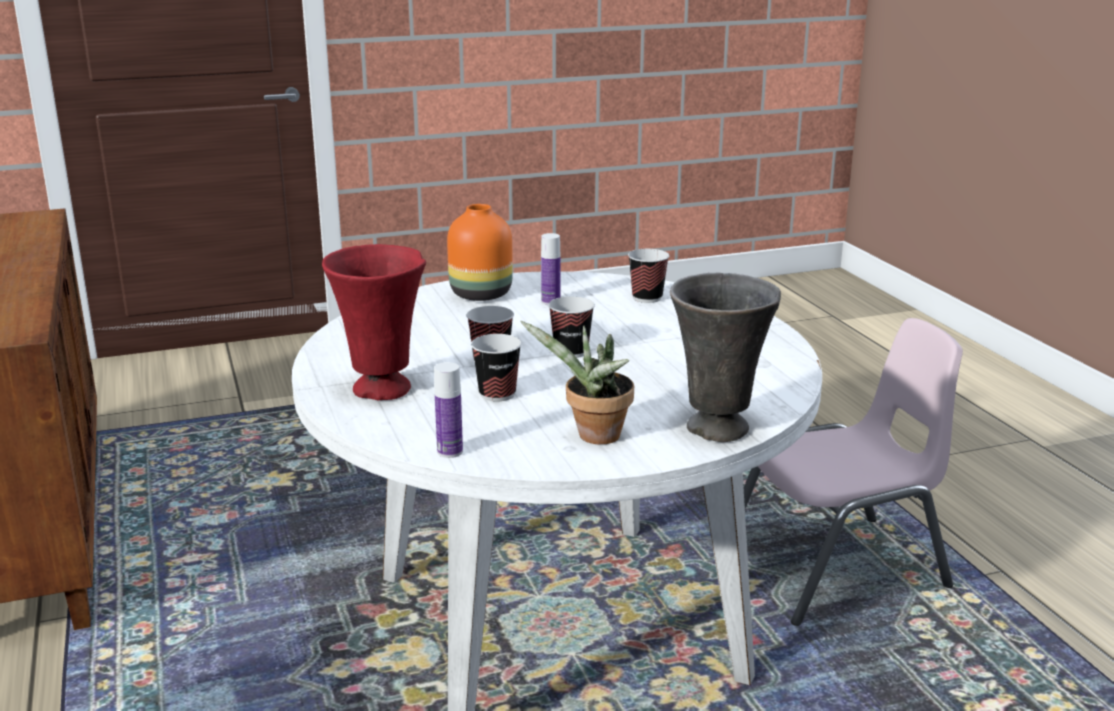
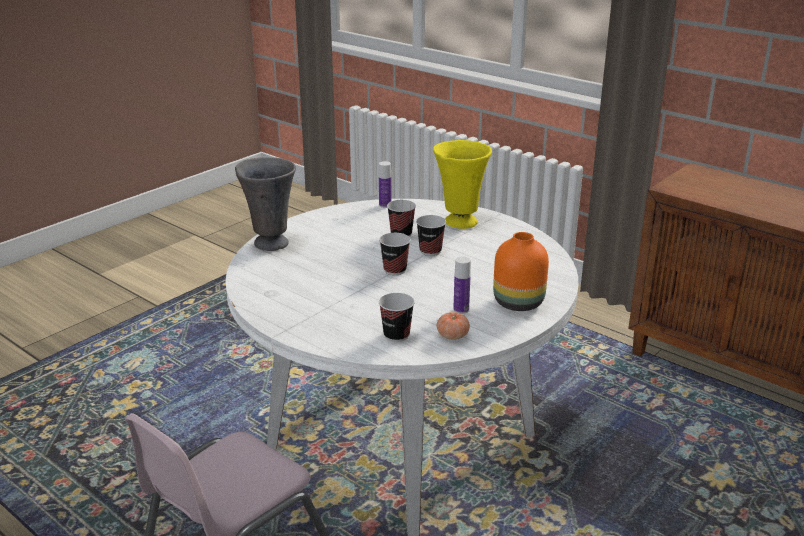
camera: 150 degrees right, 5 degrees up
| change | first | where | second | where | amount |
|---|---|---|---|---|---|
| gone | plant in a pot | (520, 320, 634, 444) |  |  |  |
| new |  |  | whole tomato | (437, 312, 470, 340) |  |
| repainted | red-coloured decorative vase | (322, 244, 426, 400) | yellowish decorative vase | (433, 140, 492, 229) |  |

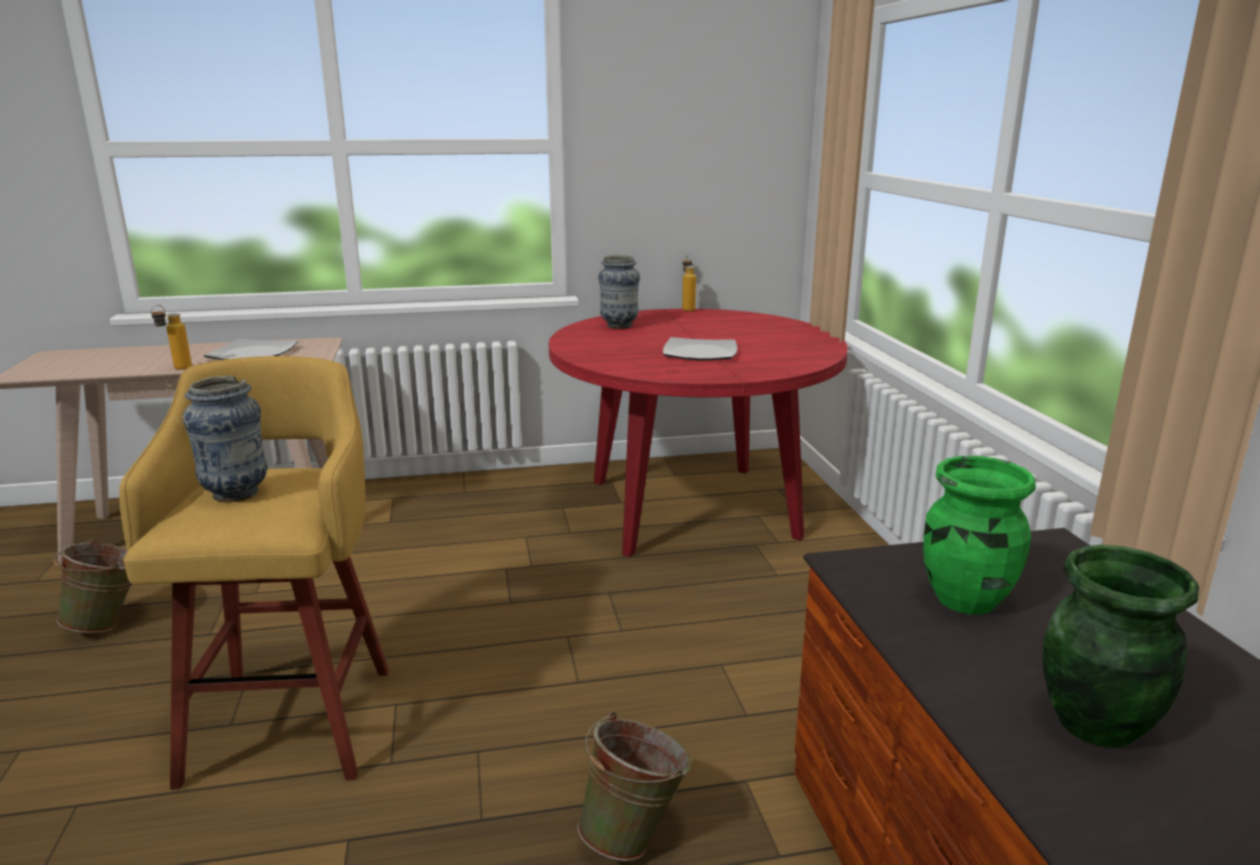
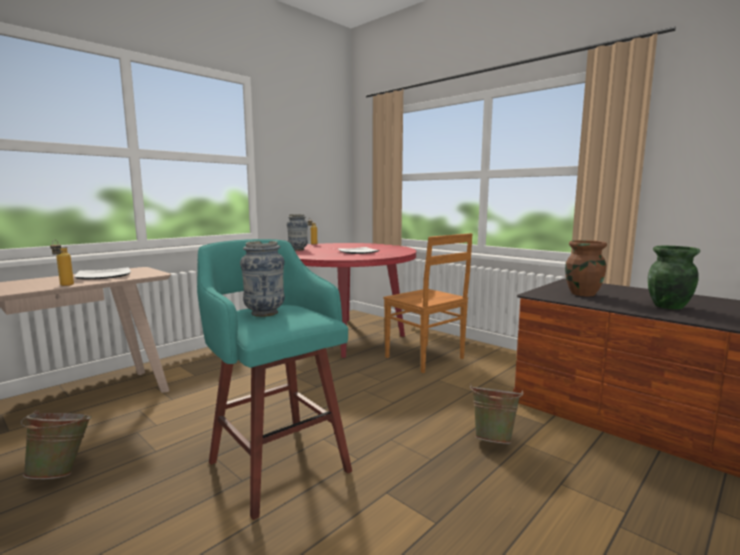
camera: 35 degrees left, 10 degrees down
| change | first | where | second | where | amount |
|---|---|---|---|---|---|
| new |  |  | brownish chair | (383, 233, 473, 373) |  |
| repainted | yellowish sitting stool | (119, 356, 389, 790) | blue-green sitting stool | (197, 239, 352, 520) |  |
| repainted | green-coloured decorative vase | (923, 456, 1036, 615) | brownish decorative vase | (565, 240, 607, 296) |  |

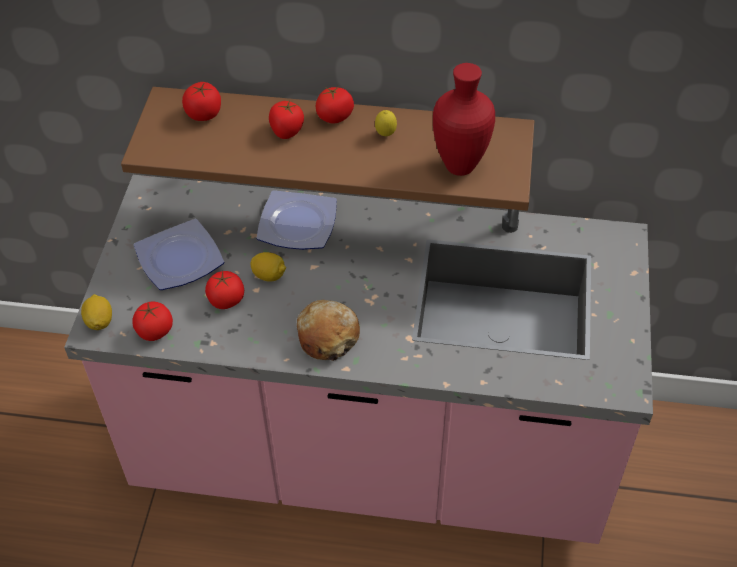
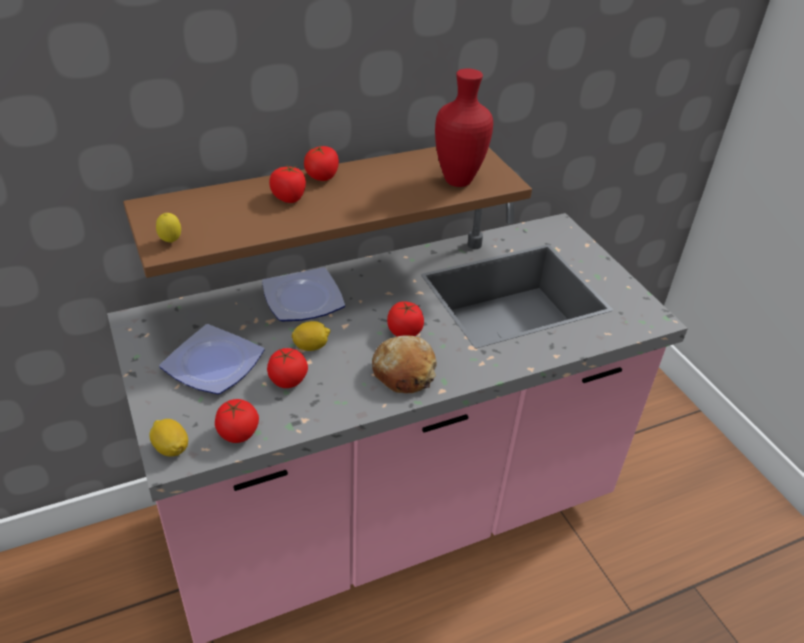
camera: 35 degrees left, 10 degrees down
| change | first | where | second | where | amount |
|---|---|---|---|---|---|
| shifted | whole tomato | (182, 82, 221, 121) |  | (387, 301, 424, 337) |  |
| shifted | whole lemon | (375, 110, 397, 136) |  | (156, 213, 181, 243) |  |

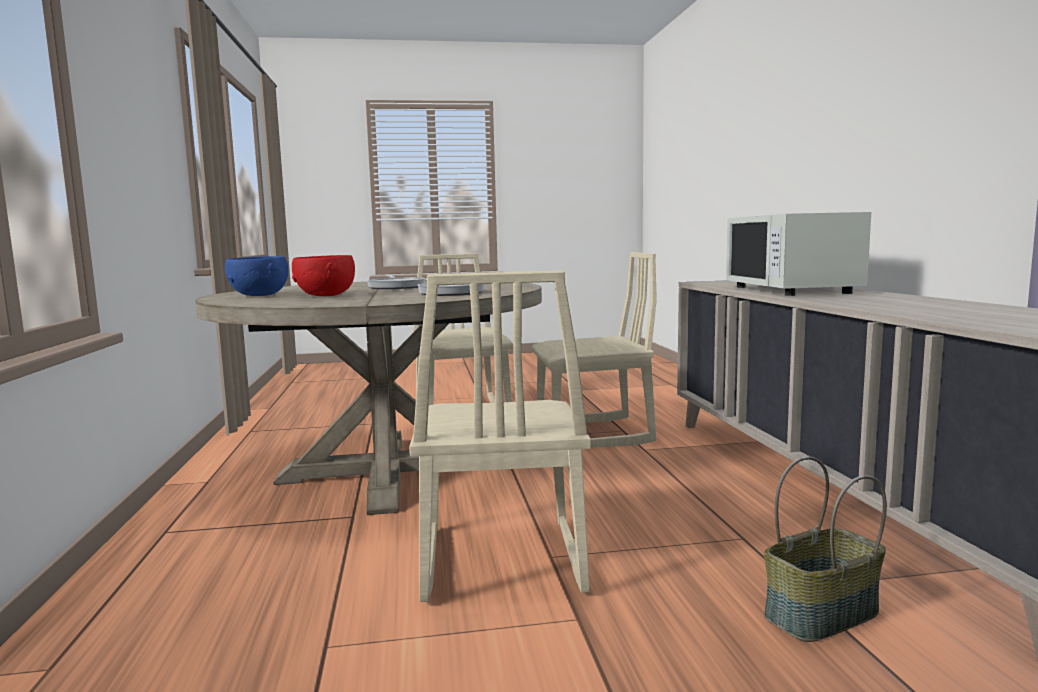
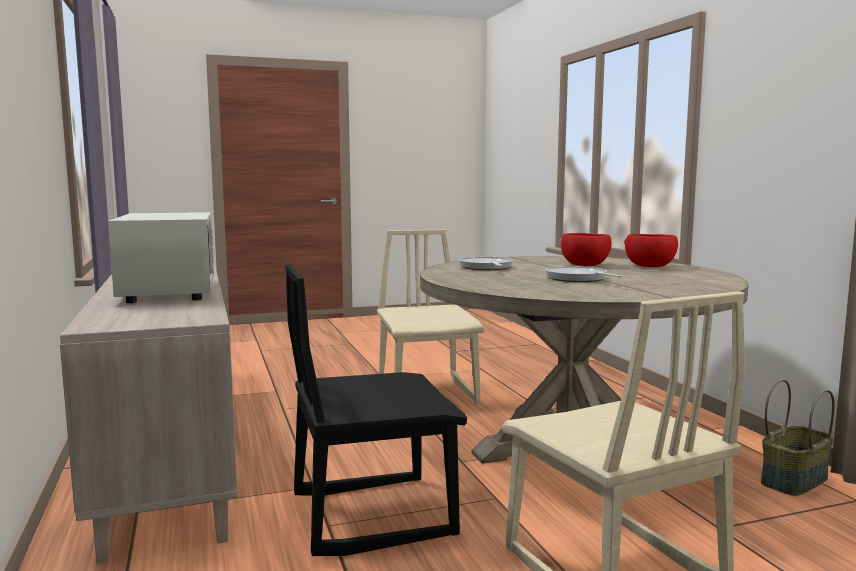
camera: 170 degrees right, 0 degrees up
| change | first | where | second | where | amount |
|---|---|---|---|---|---|
| shifted | basket | (764, 456, 887, 642) |  | (761, 379, 835, 496) |  |
| repainted | blue serving bowl | (225, 256, 288, 296) | red-coloured serving bowl | (624, 234, 678, 267) |  |
| repainted | beige-coloured chair | (531, 252, 657, 448) | black chair | (285, 264, 467, 556) |  |

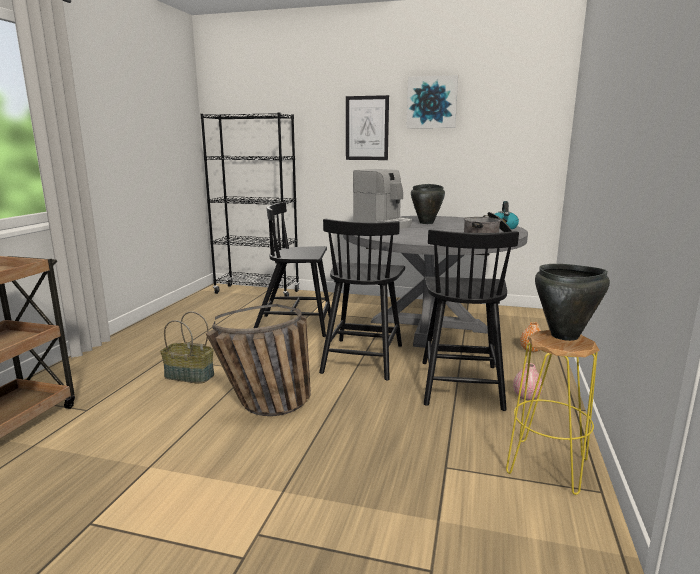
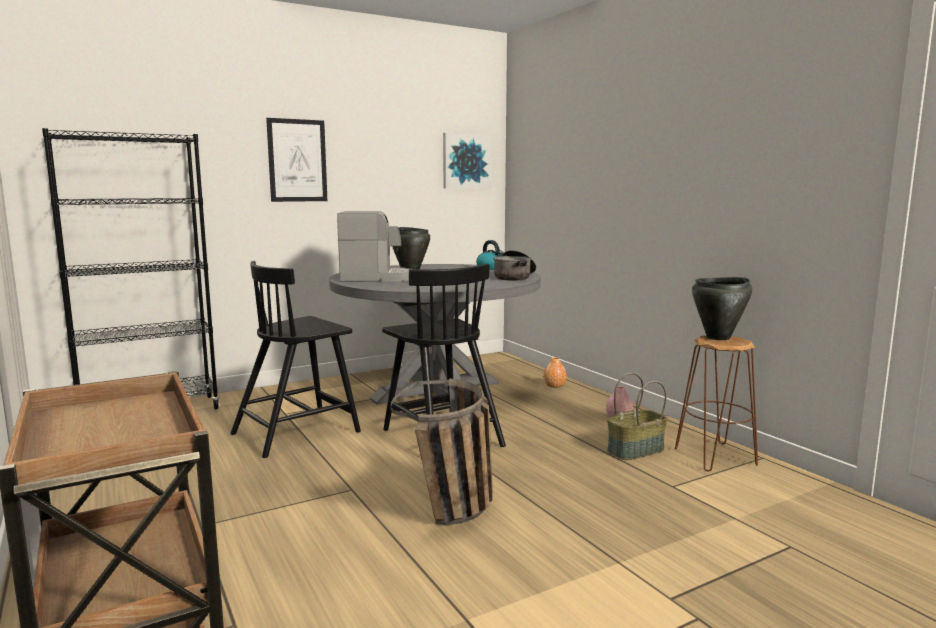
camera: 45 degrees left, 5 degrees down
| change | first | where | second | where | amount |
|---|---|---|---|---|---|
| gone | black chair | (422, 229, 519, 411) |  |  |  |
| shifted | basket | (160, 311, 214, 384) |  | (607, 373, 667, 460) |  |
| shifted | wall art | (406, 75, 458, 128) |  | (443, 133, 492, 189) |  |
| repainted | yellowish sitting stool | (506, 330, 600, 495) | brownish sitting stool | (675, 336, 758, 472) |  |

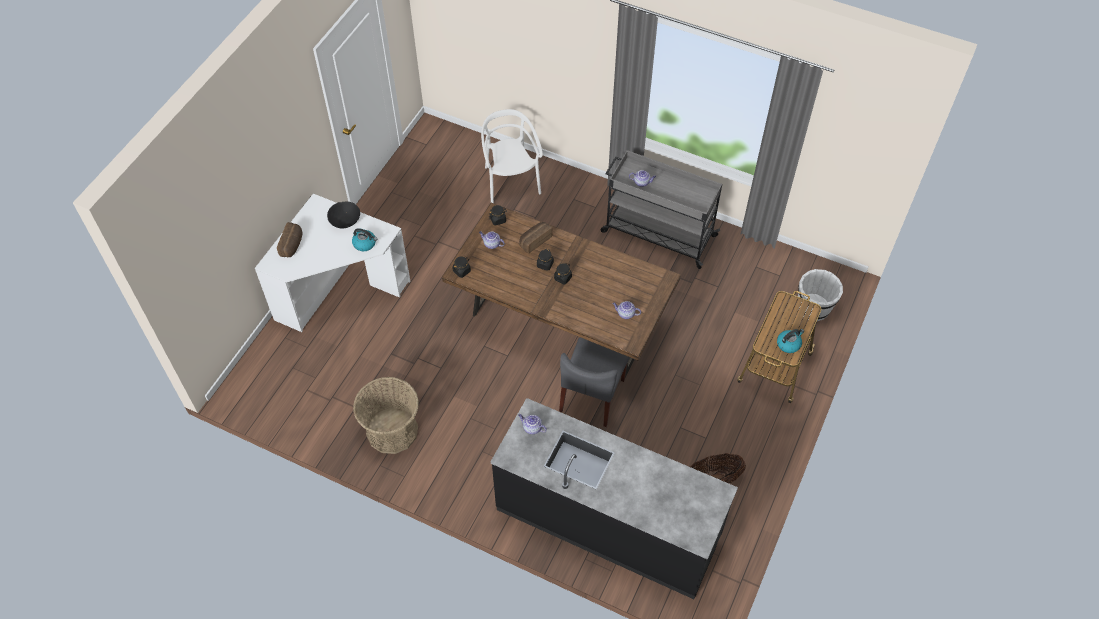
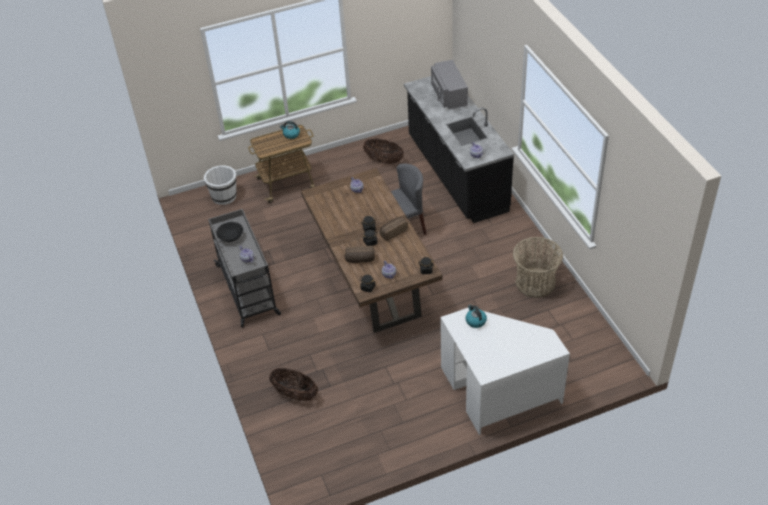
camera: 135 degrees left, 10 degrees down
| change | first | where | second | where | amount |
|---|---|---|---|---|---|
| new |  |  | greyish microwave oven | (431, 60, 468, 110) |  |
| shifted | bakery bread | (277, 222, 303, 257) |  | (380, 217, 408, 241) |  |
| shifted | black serving bowl | (327, 202, 360, 229) |  | (216, 222, 243, 242) |  |
| swapped | whitish chair | (481, 109, 543, 203) | basket | (269, 368, 318, 401) |  |

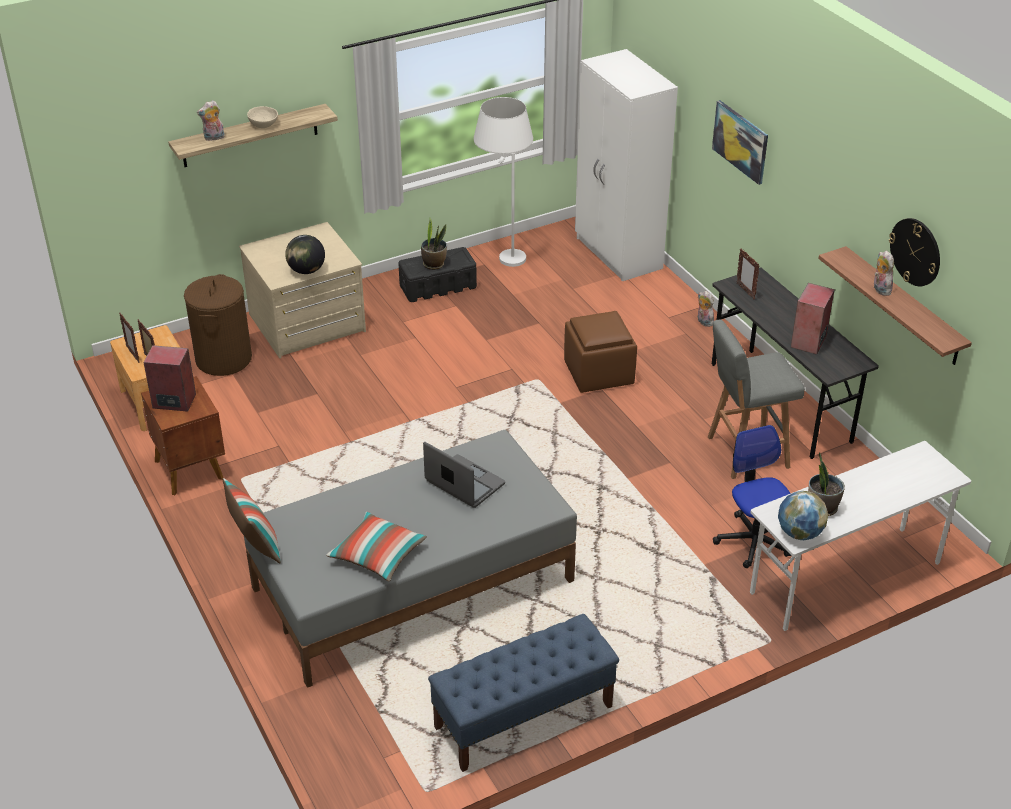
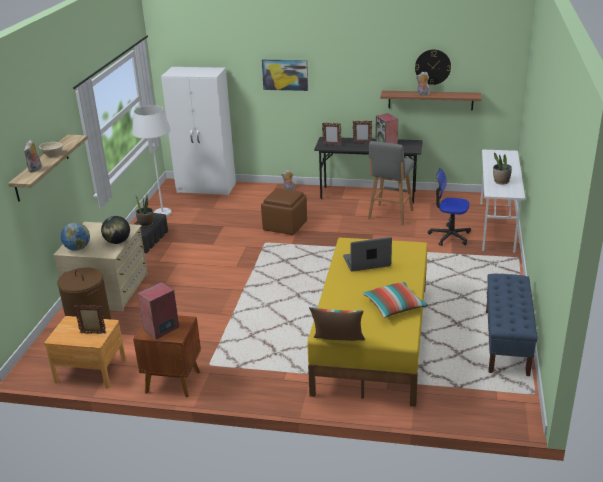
camera: 50 degrees left, 10 degrees down
| change | first | where | second | where | amount |
|---|---|---|---|---|---|
| shifted | photo frame | (119, 313, 140, 363) |  | (353, 121, 372, 143) |  |
| shifted | globe | (778, 491, 828, 540) |  | (61, 222, 90, 251) |  |
| repainted | greyish sleeping bed | (244, 430, 577, 688) | yellowish sleeping bed | (307, 238, 428, 407) |  |

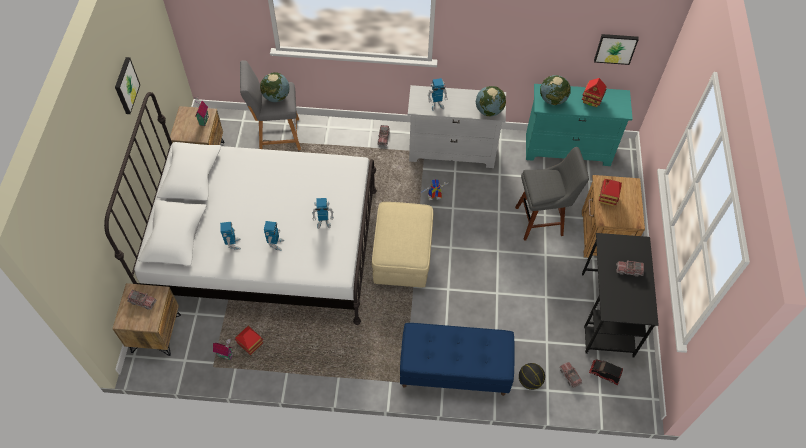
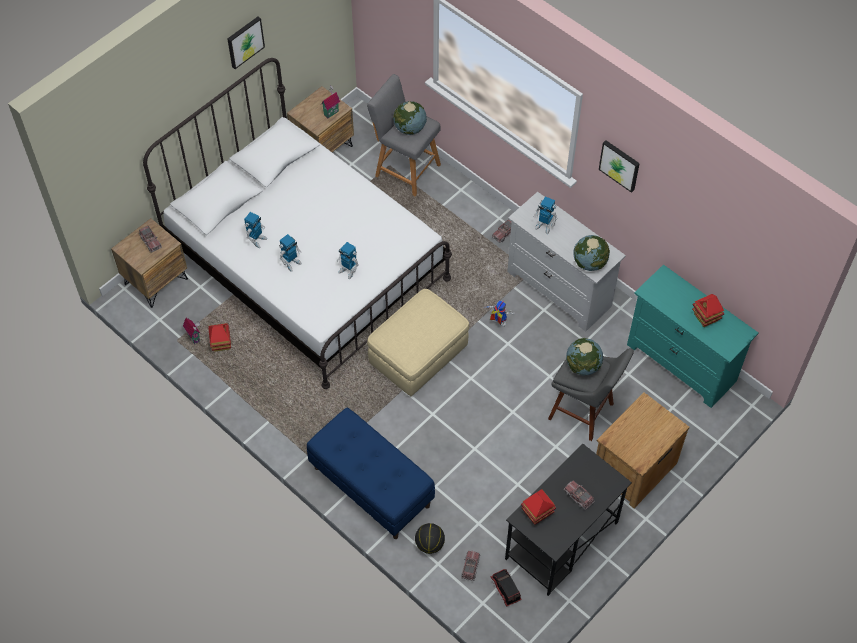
camera: 40 degrees right, 0 degrees up
| change | first | where | second | where | amount |
|---|---|---|---|---|---|
| shifted | globe | (540, 75, 571, 105) |  | (566, 338, 603, 376) |  |
| shifted | wall art | (594, 34, 639, 65) |  | (599, 140, 640, 193) |  |
| shifted | toy house | (599, 179, 622, 206) |  | (521, 489, 556, 525) |  |

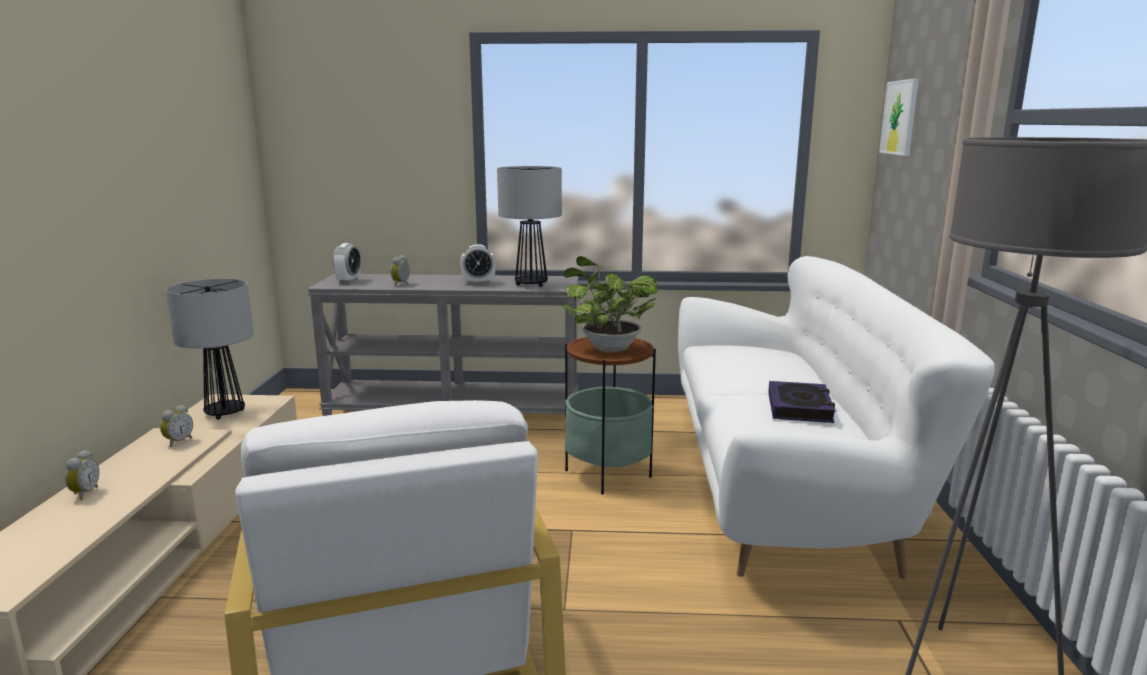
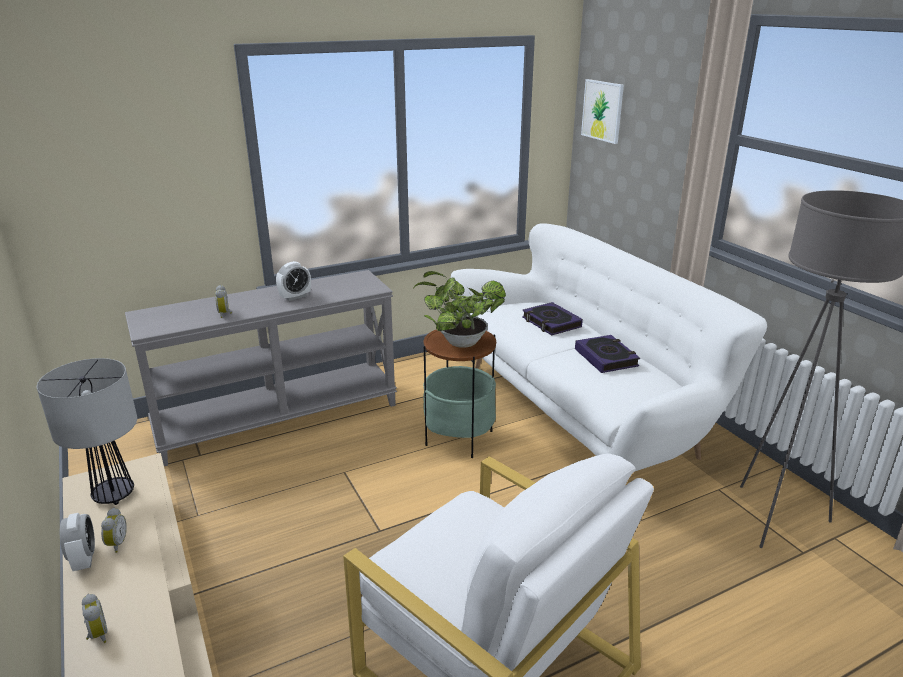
camera: 30 degrees left, 10 degrees up
| change | first | where | second | where | amount |
|---|---|---|---|---|---|
| gone | tabletop lamp | (497, 166, 562, 287) |  |  |  |
| new |  |  | book | (522, 302, 583, 335) |  |
| shifted | table clock | (333, 243, 361, 284) |  | (60, 513, 95, 571) |  |

